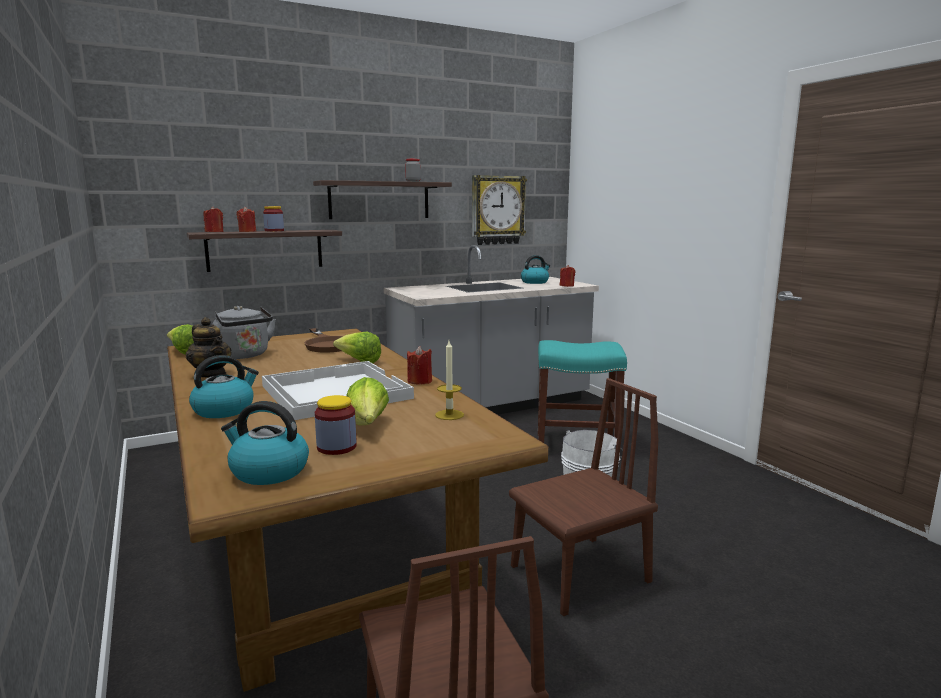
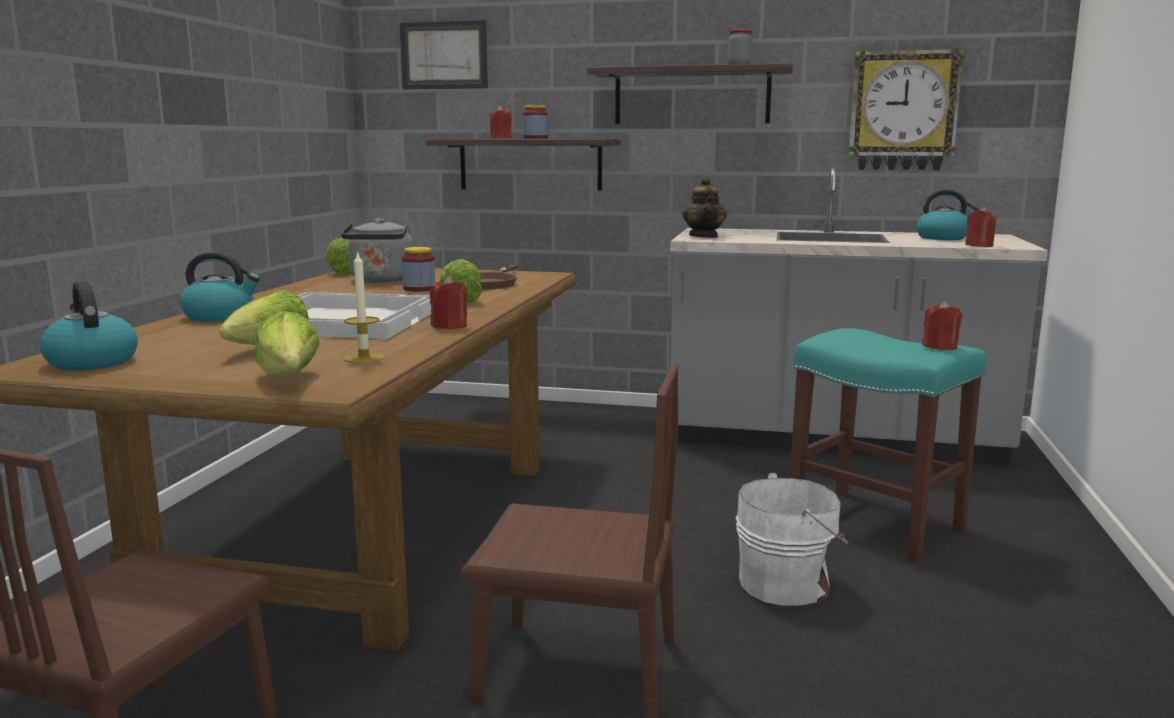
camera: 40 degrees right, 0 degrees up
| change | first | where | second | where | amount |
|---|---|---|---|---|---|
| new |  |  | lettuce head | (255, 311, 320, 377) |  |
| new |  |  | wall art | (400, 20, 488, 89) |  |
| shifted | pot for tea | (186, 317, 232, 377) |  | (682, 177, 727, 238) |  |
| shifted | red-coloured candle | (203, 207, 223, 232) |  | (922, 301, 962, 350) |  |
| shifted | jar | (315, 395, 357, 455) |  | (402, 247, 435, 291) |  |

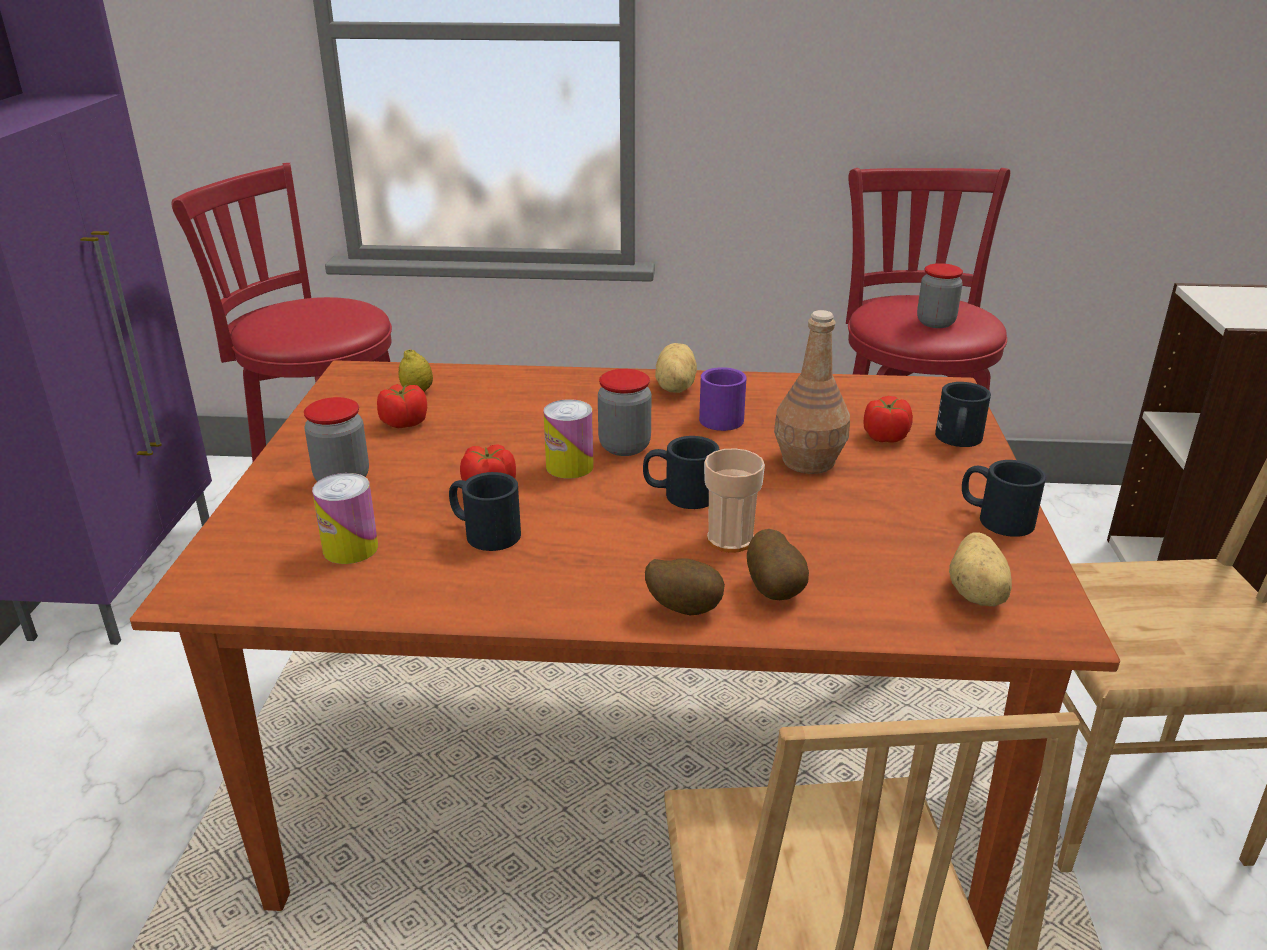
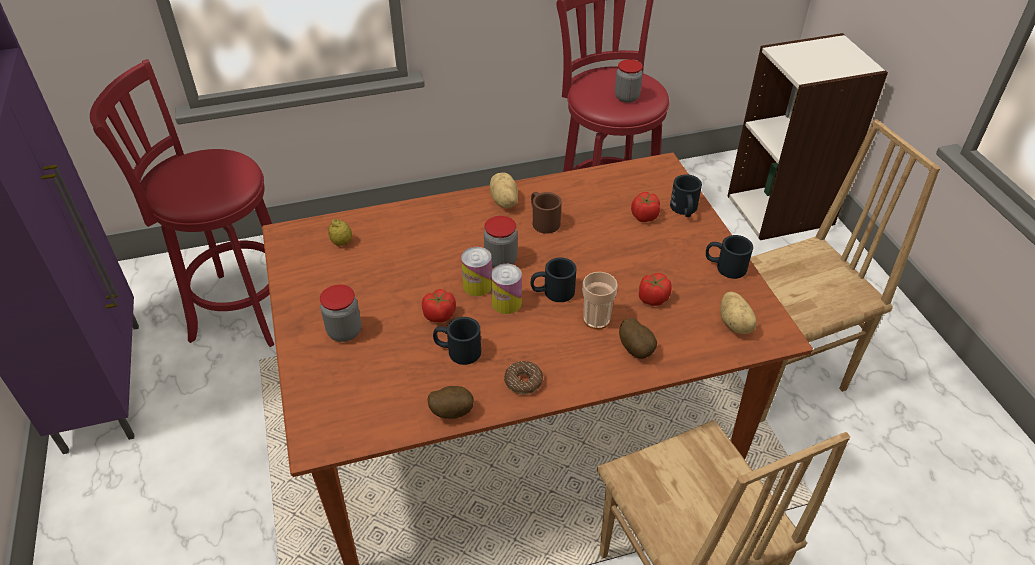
camera: 20 degrees left, 15 degrees up
| change | first | where | second | where | amount |
|---|---|---|---|---|---|
| gone | brownish bottle | (774, 310, 850, 474) |  |  |  |
| new |  |  | donut | (504, 361, 543, 394) |  |
| shifted | can | (312, 473, 378, 564) |  | (491, 264, 522, 314) |  |
| shifted | whole tomato | (377, 384, 427, 428) |  | (639, 273, 672, 306) |  |
| shifted | spud | (645, 558, 725, 615) |  | (427, 386, 474, 419) |  |
| repainted | purple mug | (699, 367, 747, 431) | brownish mug | (531, 192, 562, 234) |  |

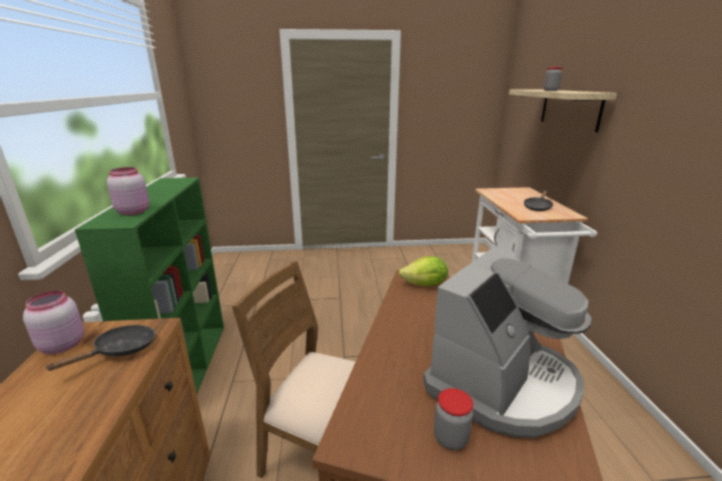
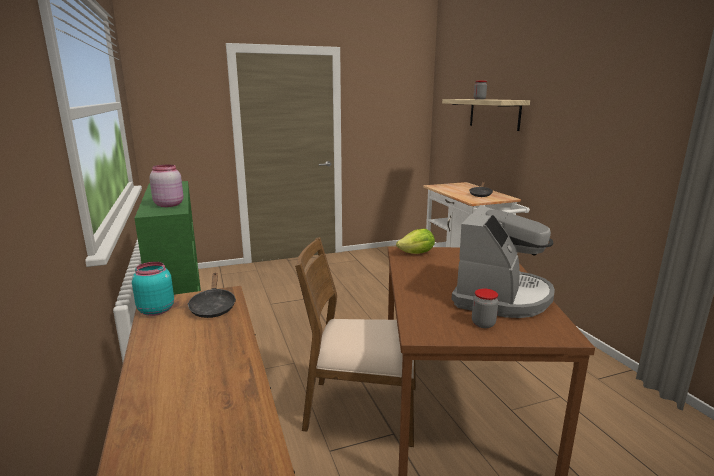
camera: 15 degrees left, 5 degrees down
| change | first | where | second | where | amount |
|---|---|---|---|---|---|
| repainted | pink jar | (23, 290, 84, 354) | blue-green jar | (132, 262, 174, 316) |  |
| rotated | black pan | (45, 325, 155, 371) |  | (187, 273, 236, 318) | 150 degrees clockwise |

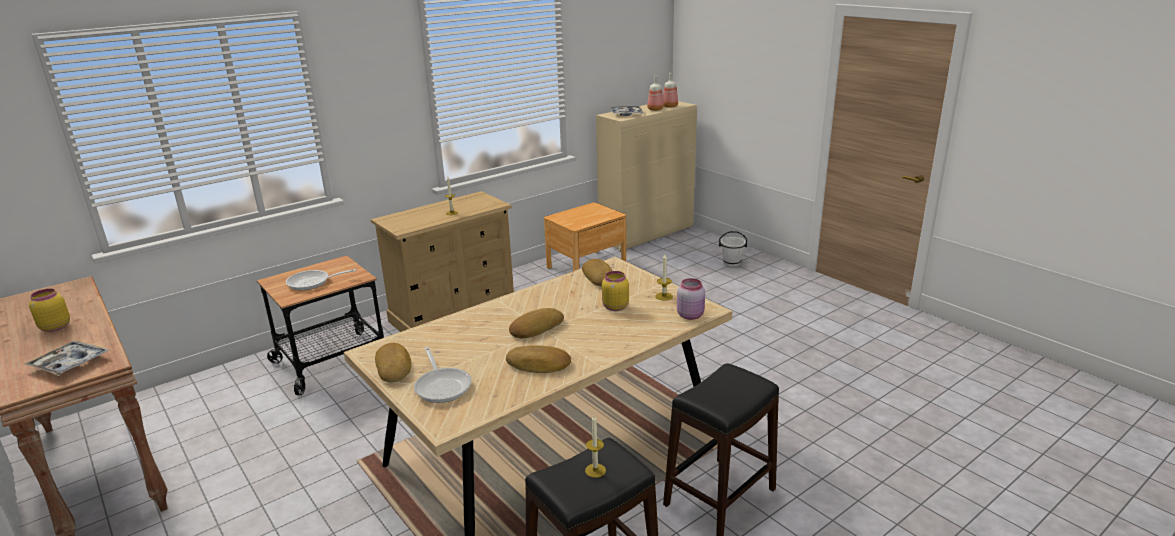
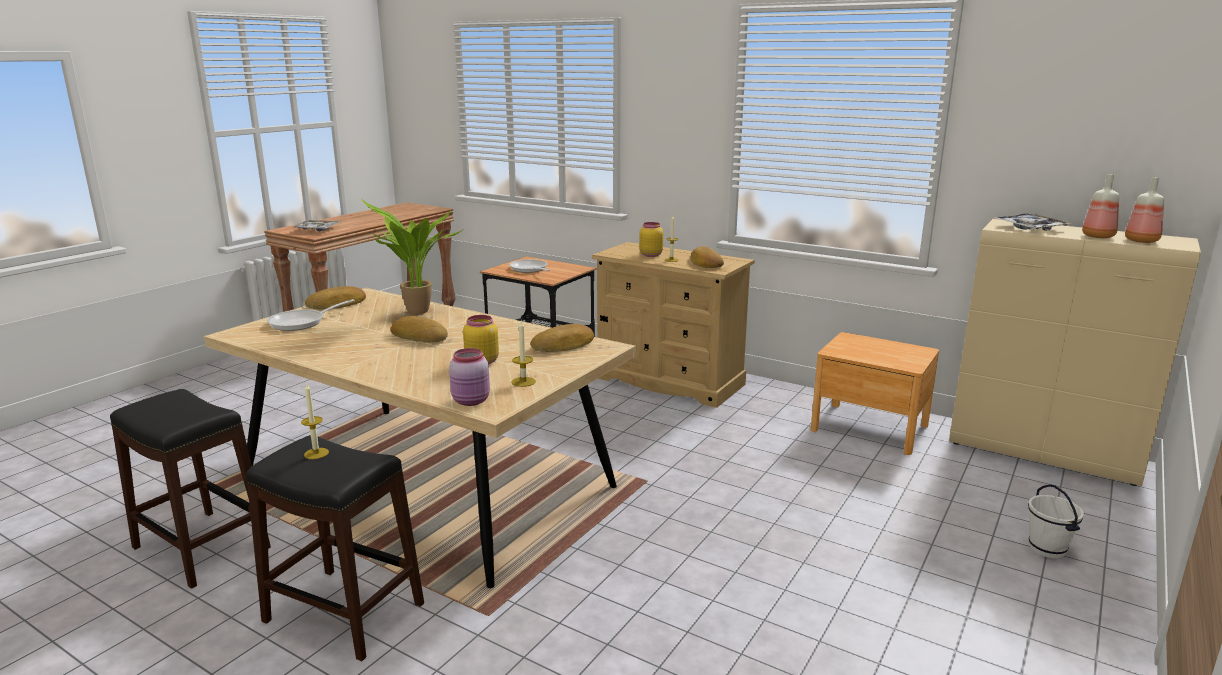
camera: 70 degrees right, 5 degrees down
| change | first | where | second | where | amount |
|---|---|---|---|---|---|
| new |  |  | plant in a pot | (361, 198, 461, 314) |  |
| shifted | yellowish jar | (29, 289, 70, 332) |  | (639, 222, 663, 257) |  |
| shifted | bakery bread | (506, 345, 571, 373) |  | (691, 246, 724, 268) |  |
| shifted | candle | (585, 415, 606, 478) |  | (301, 384, 329, 459) |  |

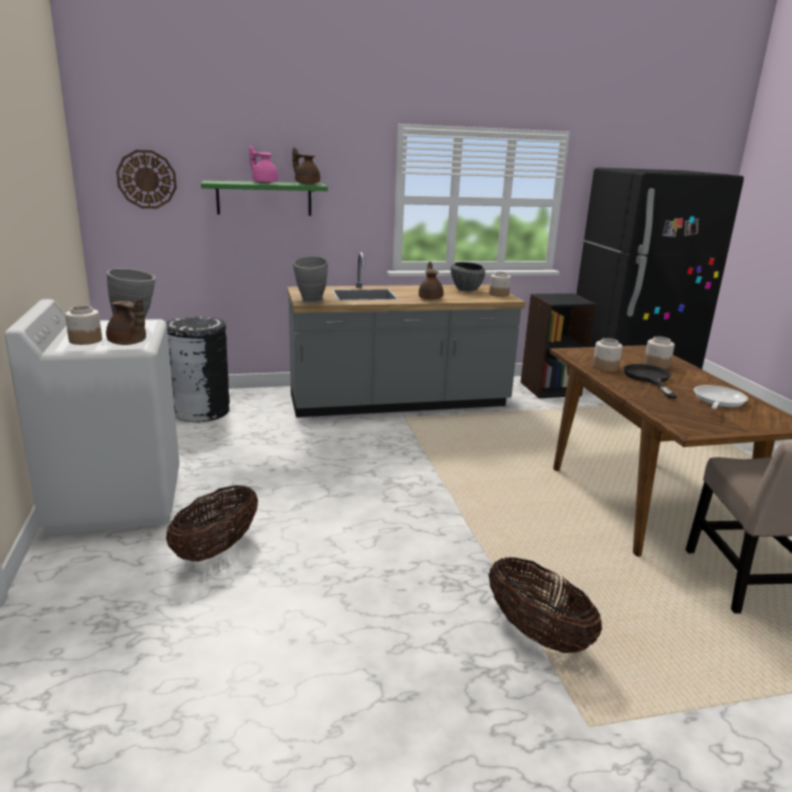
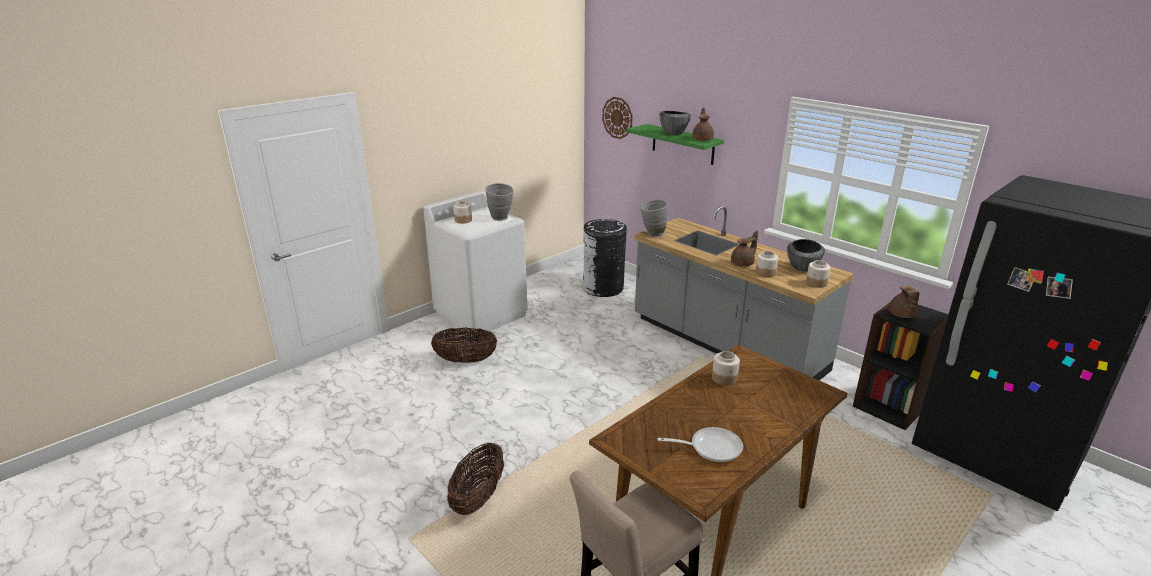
camera: 60 degrees right, 5 degrees up
| change | first | where | second | where | amount |
|---|---|---|---|---|---|
| gone | black pan | (624, 364, 677, 399) |  |  |  |
| shifted | brownish pot for tea | (106, 298, 146, 345) |  | (888, 286, 920, 318) |  |
| shifted | jar | (644, 336, 675, 369) |  | (756, 251, 778, 277) |  |
| swapped | pink pot for tea | (250, 146, 278, 183) | serving bowl | (659, 111, 691, 135) |  |

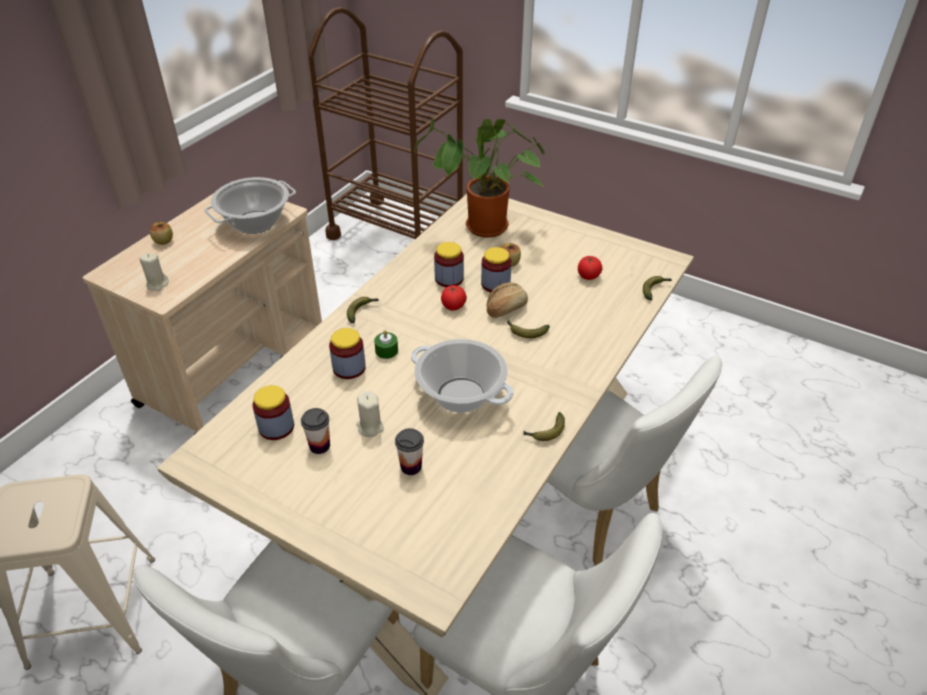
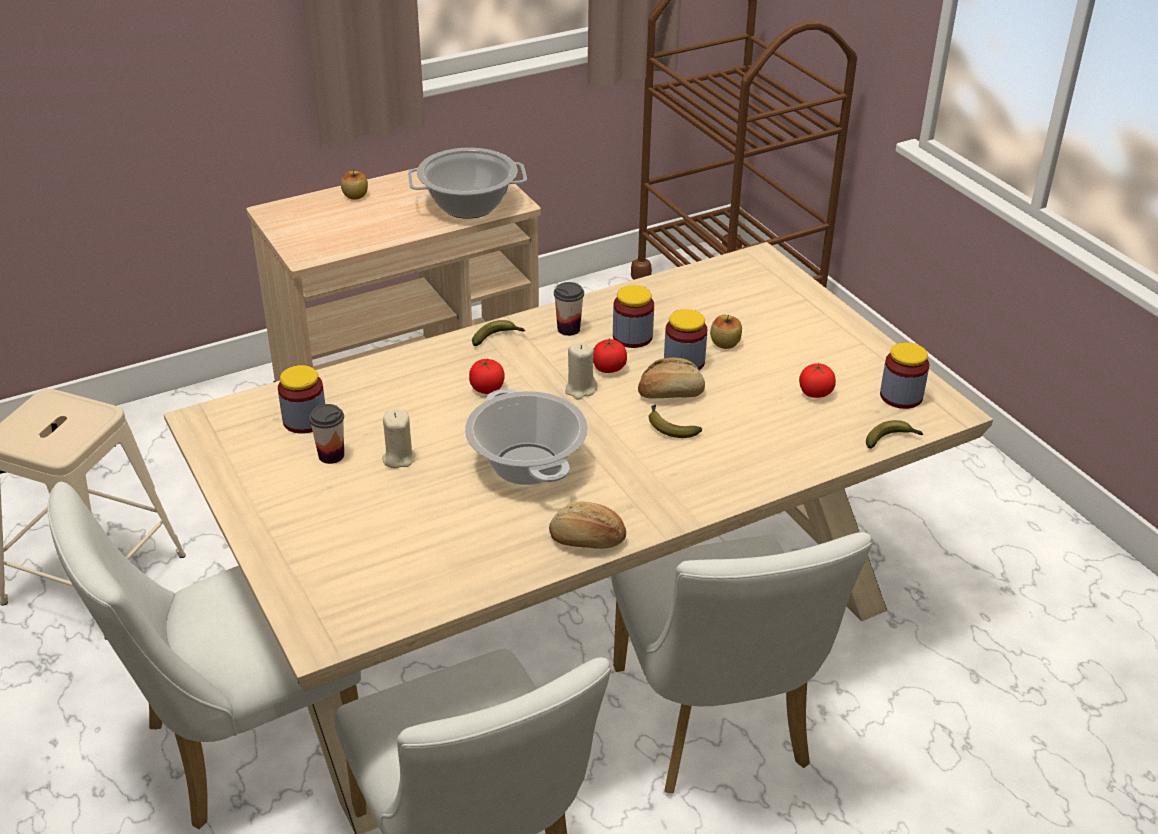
camera: 30 degrees right, 5 degrees down
| change | first | where | second | where | amount |
|---|---|---|---|---|---|
| gone | plant in a pot | (414, 117, 545, 238) |  |  |  |
| shifted | beige-coloured candle | (140, 253, 169, 291) |  | (565, 343, 597, 400) |  |
| shifted | jar | (329, 328, 366, 379) |  | (880, 342, 929, 409) |  |
| shifted | small cup | (395, 428, 424, 475) |  | (554, 282, 584, 336) |  |
| swapped | green-coloured candle | (374, 330, 398, 359) | whole tomato | (469, 359, 505, 394) |  |
| swapped | banana fruit | (523, 412, 565, 441) | bakery bread | (549, 501, 626, 549) |  |

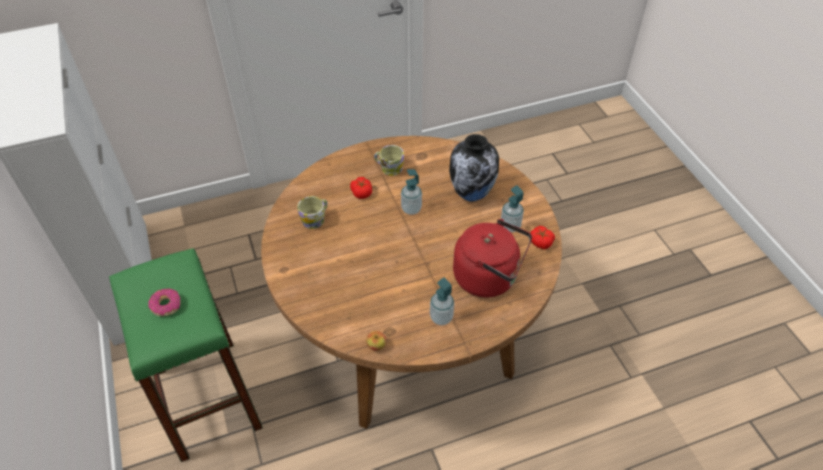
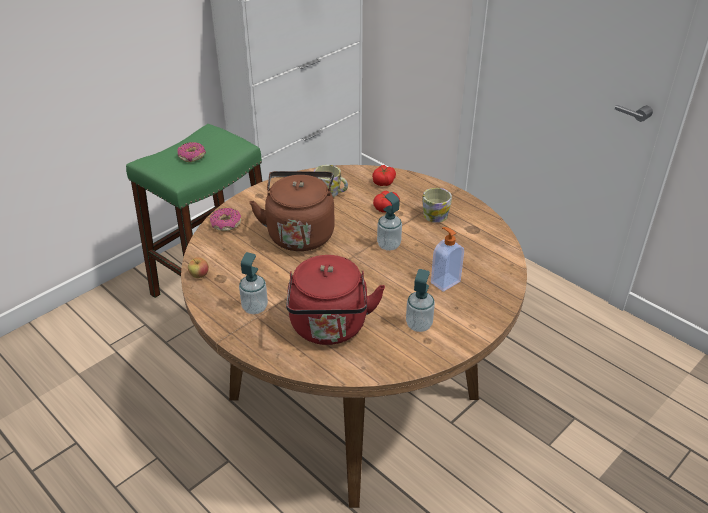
camera: 65 degrees right, 10 degrees down
| change | first | where | second | where | amount |
|---|---|---|---|---|---|
| new |  |  | donut | (210, 208, 241, 231) |  |
| new |  |  | brownish kettle | (249, 171, 335, 251) |  |
| shifted | whole tomato | (530, 226, 555, 249) |  | (372, 165, 396, 186) |  |
| swapped | decorative vase | (449, 134, 499, 202) | liquid soap bottle | (431, 227, 464, 291) |  |

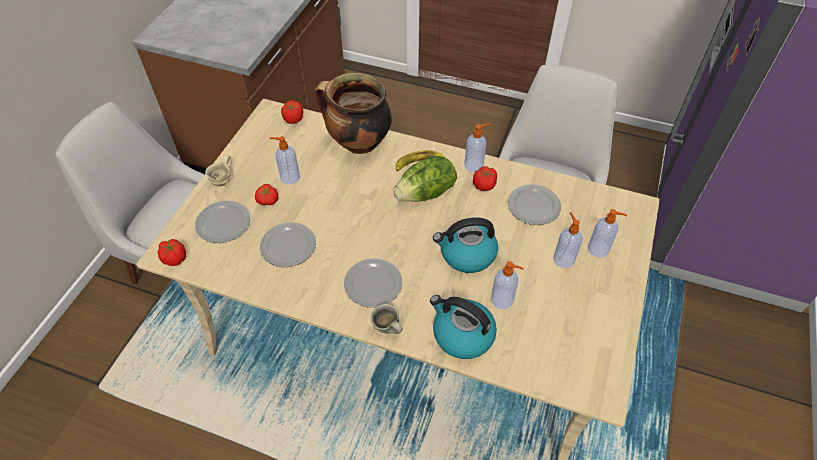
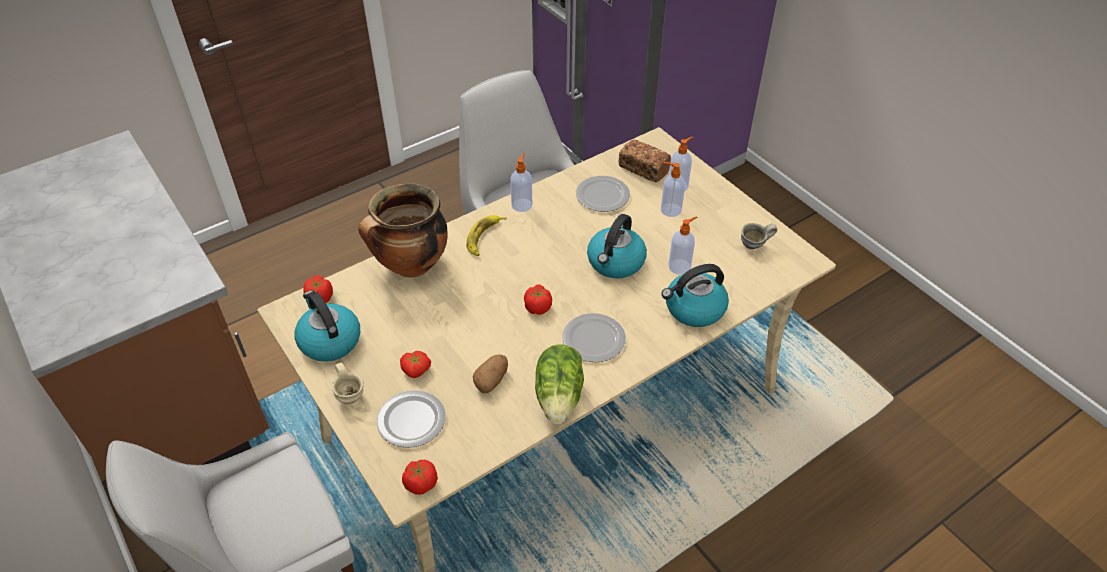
camera: 55 degrees left, 5 degrees down
| change | first | where | second | where | amount |
|---|---|---|---|---|---|
| gone | liquid soap bottle | (270, 136, 300, 184) |  |  |  |
| new |  |  | kettle | (295, 290, 360, 362) |  |
| new |  |  | bakery bread | (619, 140, 671, 182) |  |
| shifted | greyish mug | (371, 304, 403, 334) |  | (741, 223, 778, 249) |  |
| shifted | lettuce head | (393, 156, 457, 202) |  | (535, 344, 584, 425) |  |
| shifted | whole tomato | (473, 166, 497, 191) |  | (524, 284, 552, 315) |  |
| swapped | flat dish | (260, 222, 316, 267) | spud | (473, 354, 508, 394) |  |

